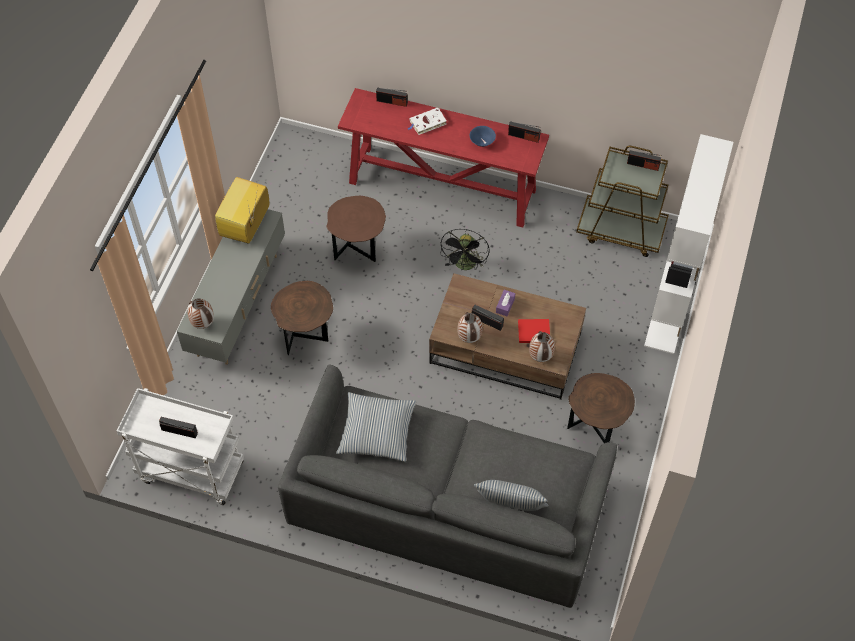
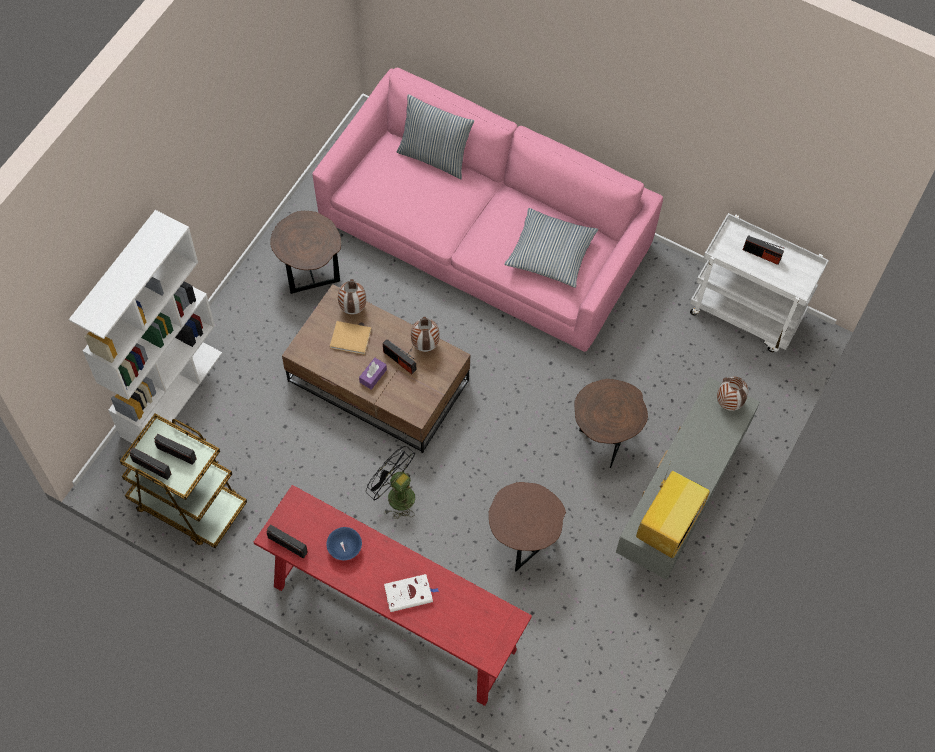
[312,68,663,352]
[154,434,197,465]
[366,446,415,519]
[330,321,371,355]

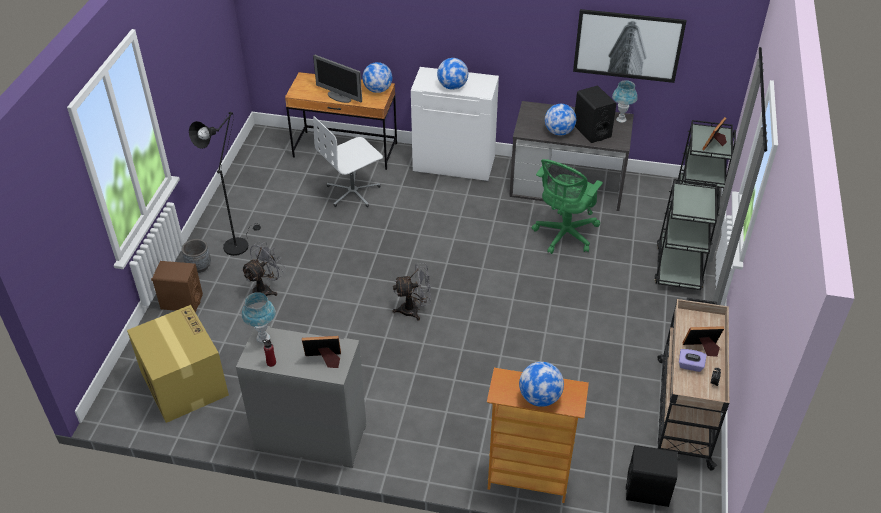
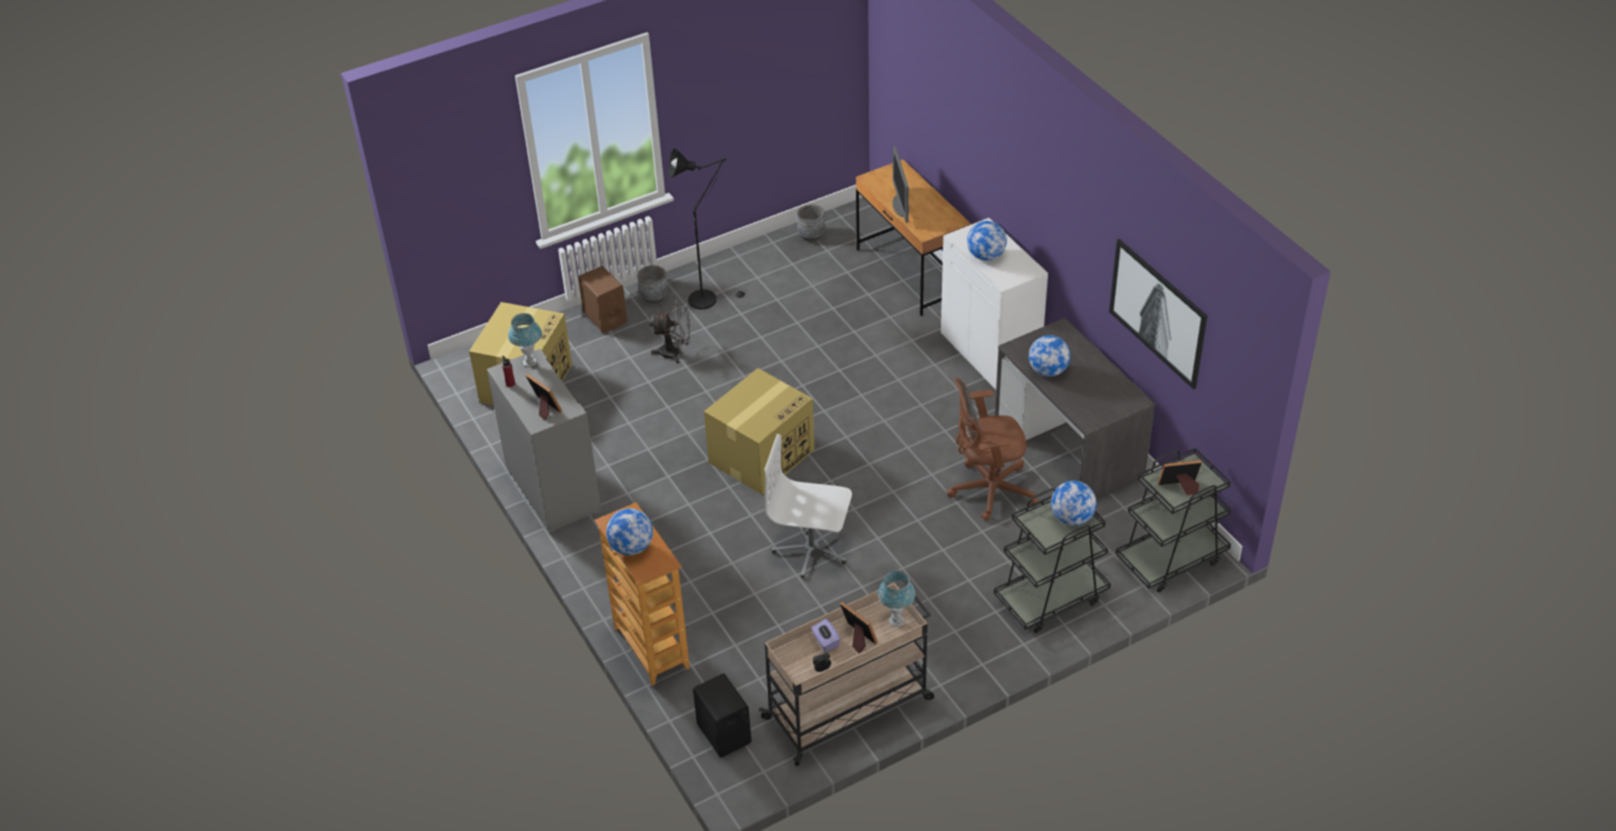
[765,434,852,578]
[1051,481,1096,526]
[704,368,814,495]
[947,378,1039,521]
[575,86,616,143] (first image)
[878,571,915,627]
[797,204,825,242]

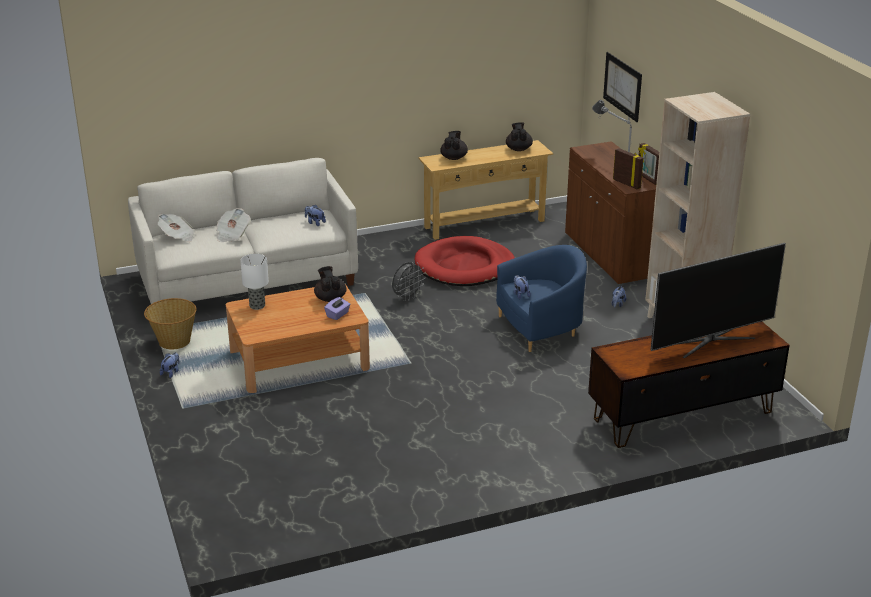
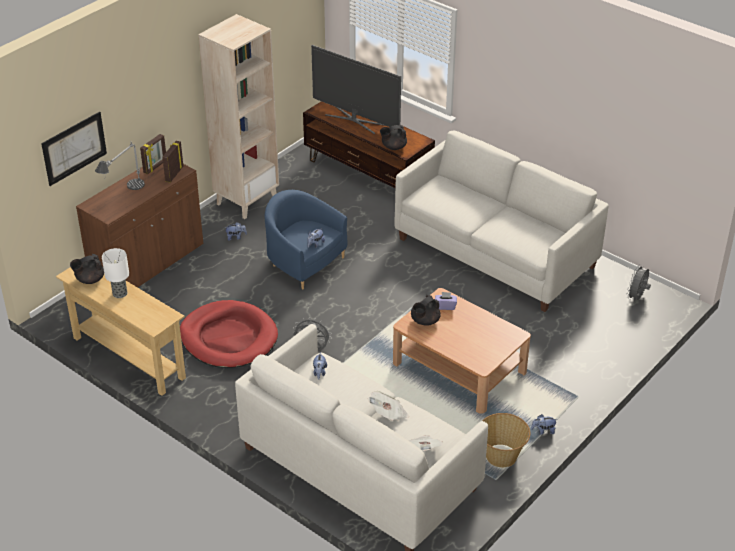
[102,248,129,298]
[380,124,407,150]
[395,131,609,312]
[627,264,651,300]

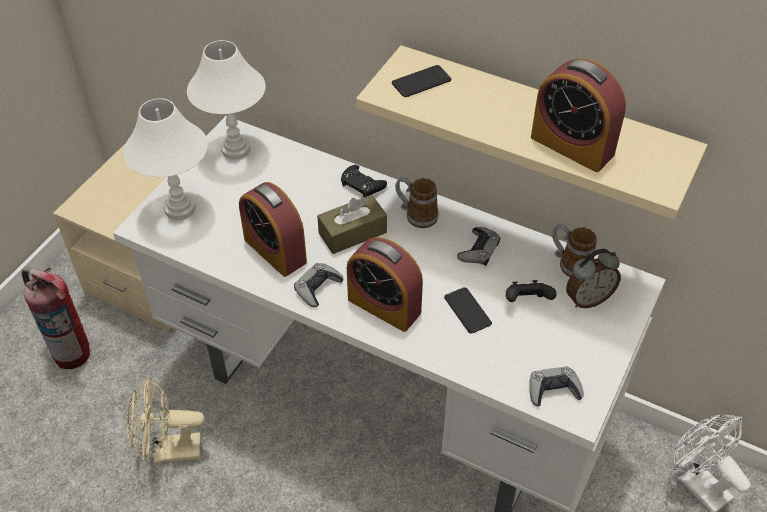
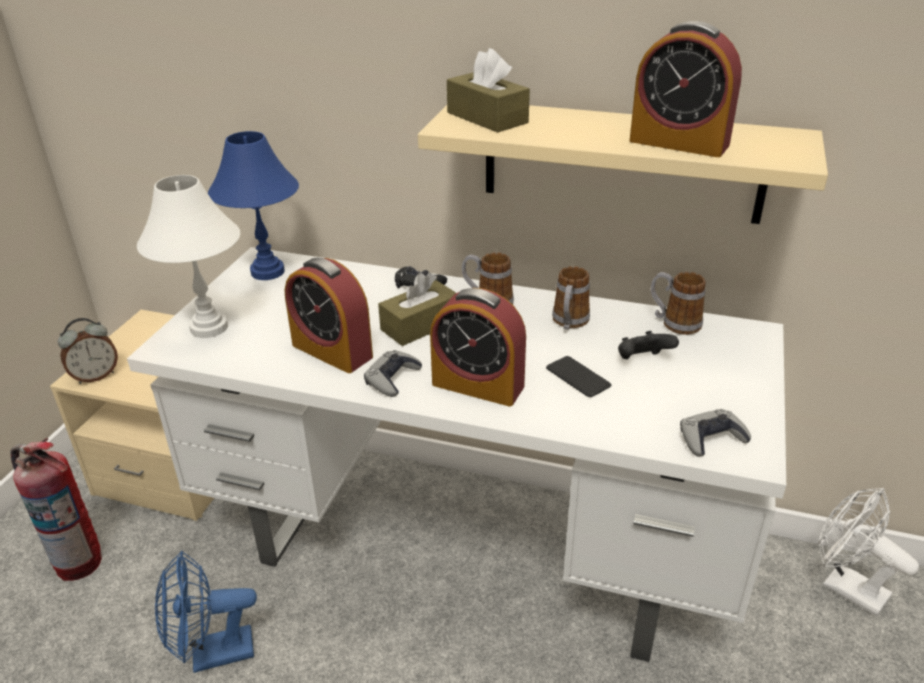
[155,551,257,673]
[208,131,299,280]
[447,48,530,133]
[552,266,590,330]
[58,318,118,384]

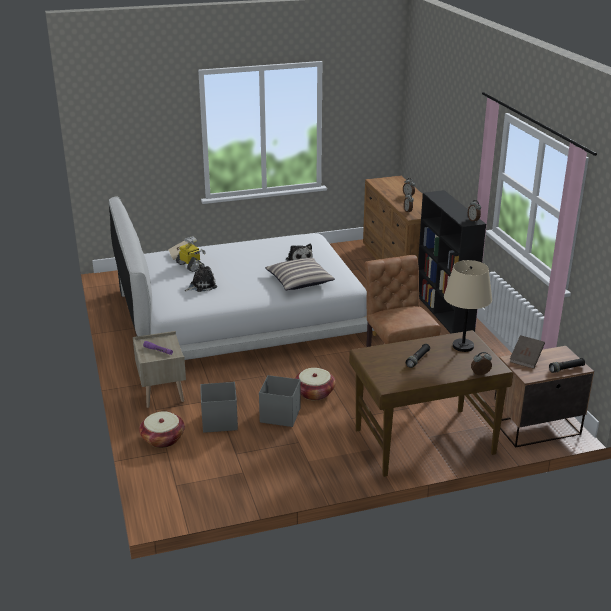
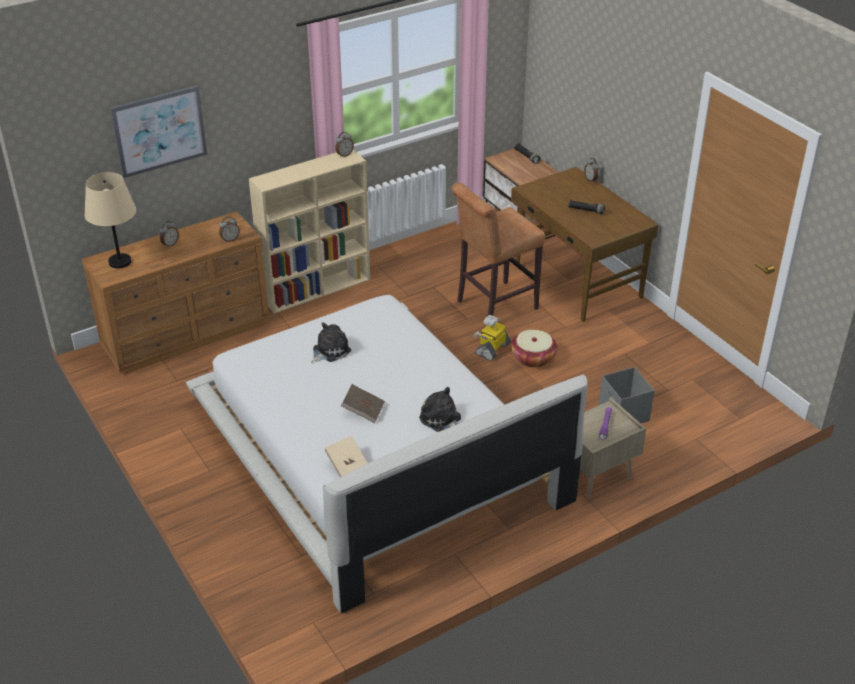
[139,411,185,448] (first image)
[473,315,511,361]
[259,375,300,427] (first image)
[265,258,335,290] (first image)
[249,150,370,314]
[85,172,136,268]
[341,384,385,423]
[110,86,207,178]

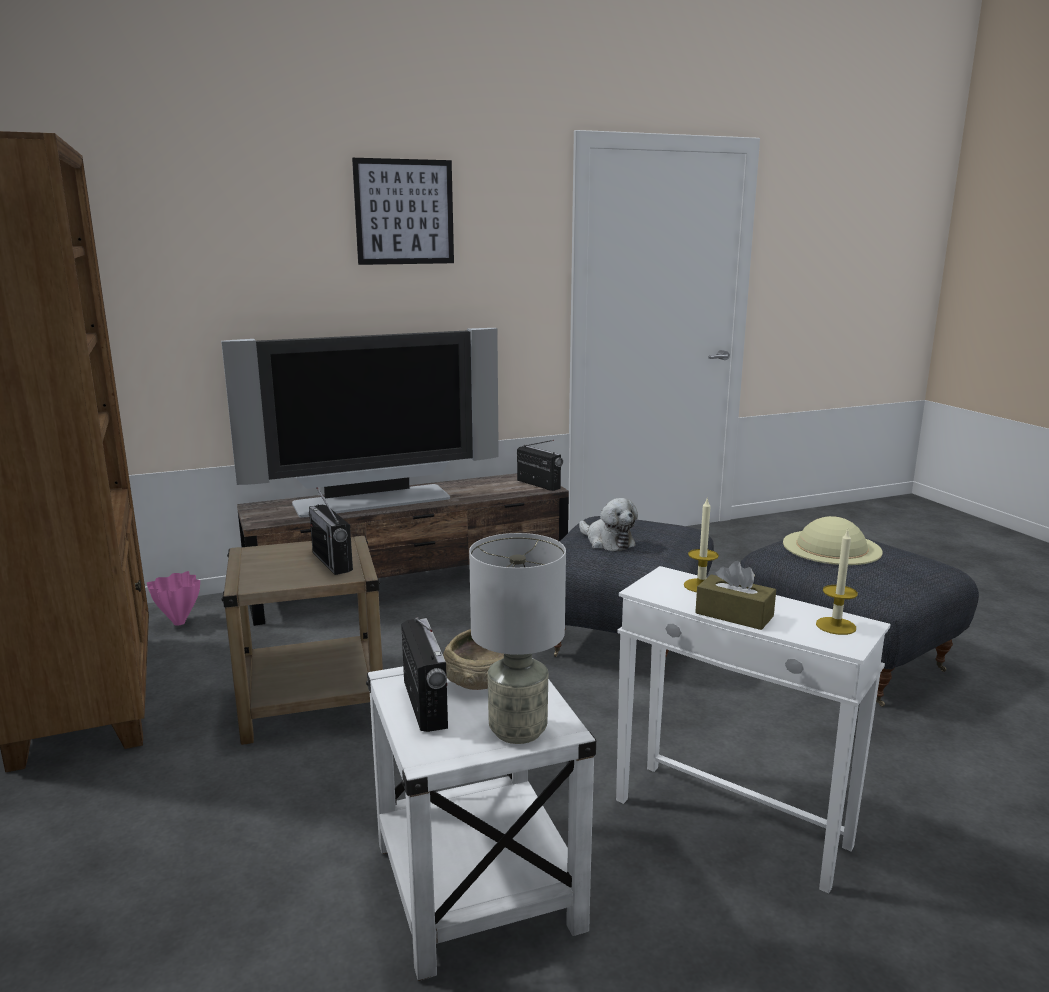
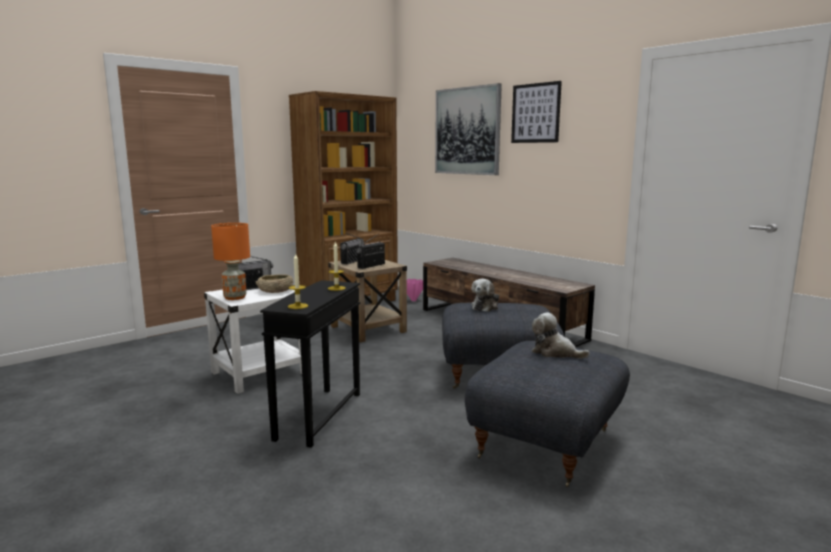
[221,328,499,518] (first image)
[211,223,250,300]
[340,233,364,264]
[260,280,360,448]
[695,561,776,630] (first image)
[532,312,590,359]
[435,83,502,175]

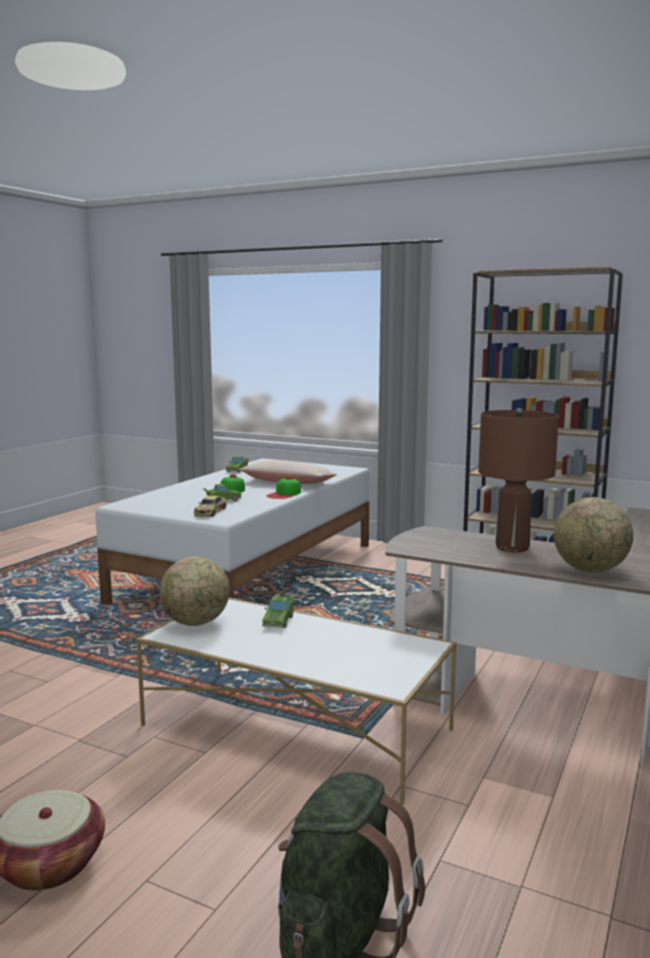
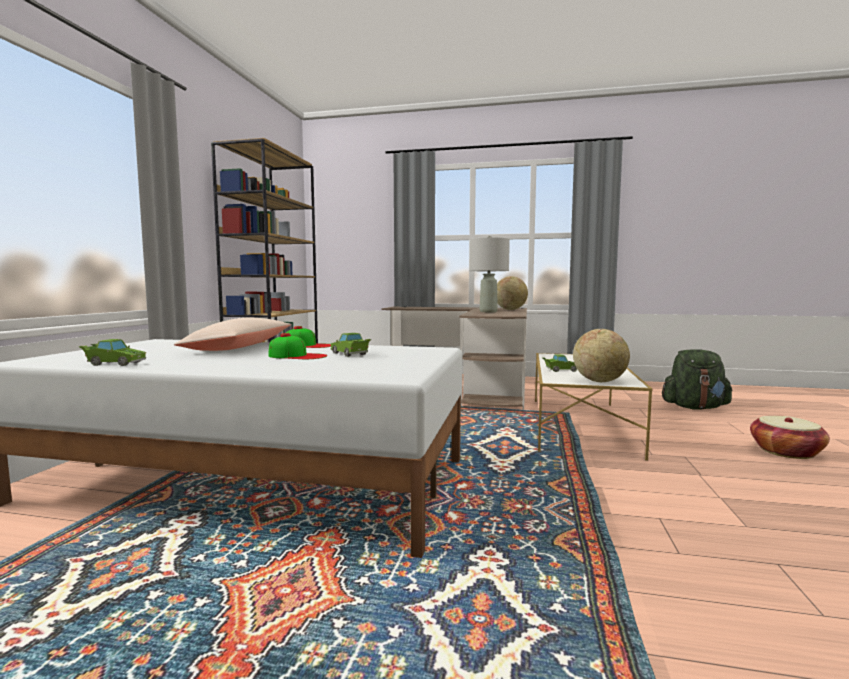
[194,495,227,517] (first image)
[469,236,510,312]

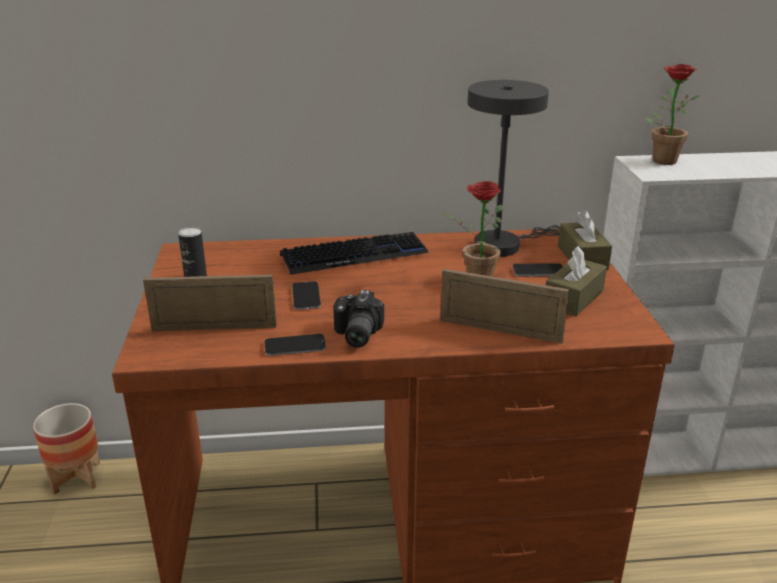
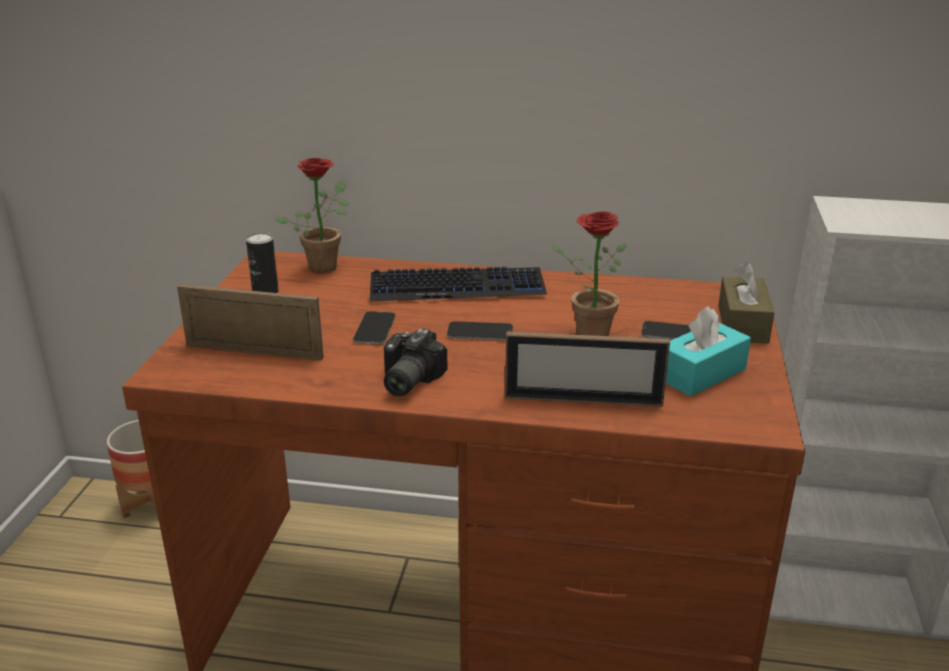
[447,321,513,341]
[505,332,670,407]
[468,80,560,257] (first image)
[666,306,751,397]
[274,158,349,273]

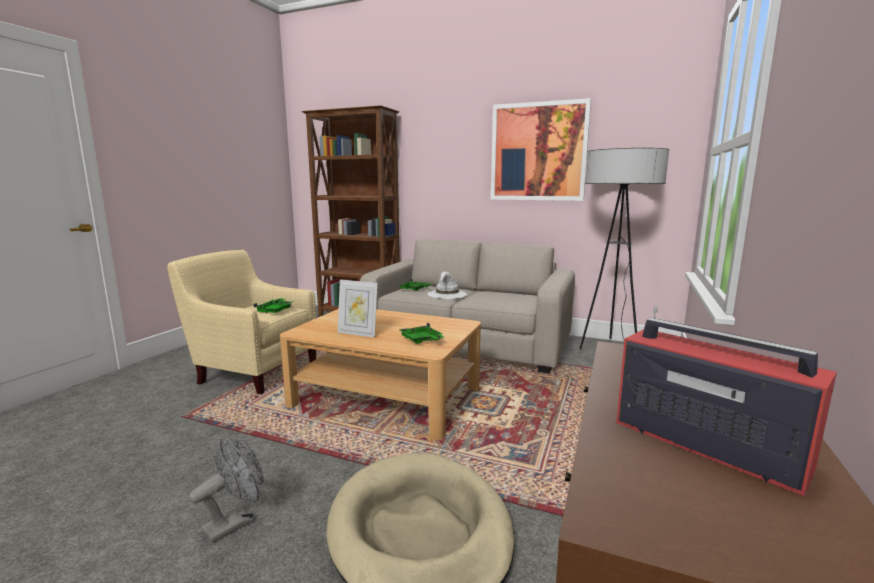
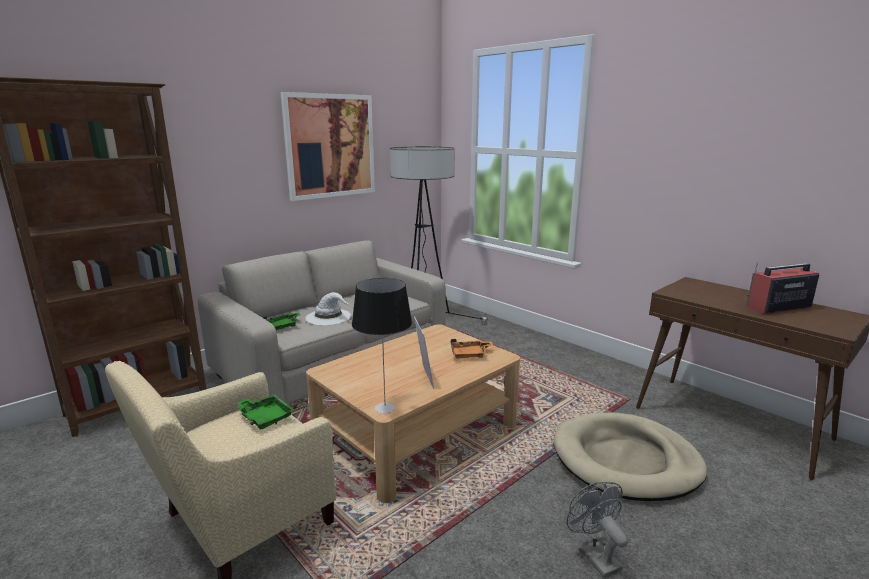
[414,316,434,389]
[451,339,493,358]
[352,278,412,413]

